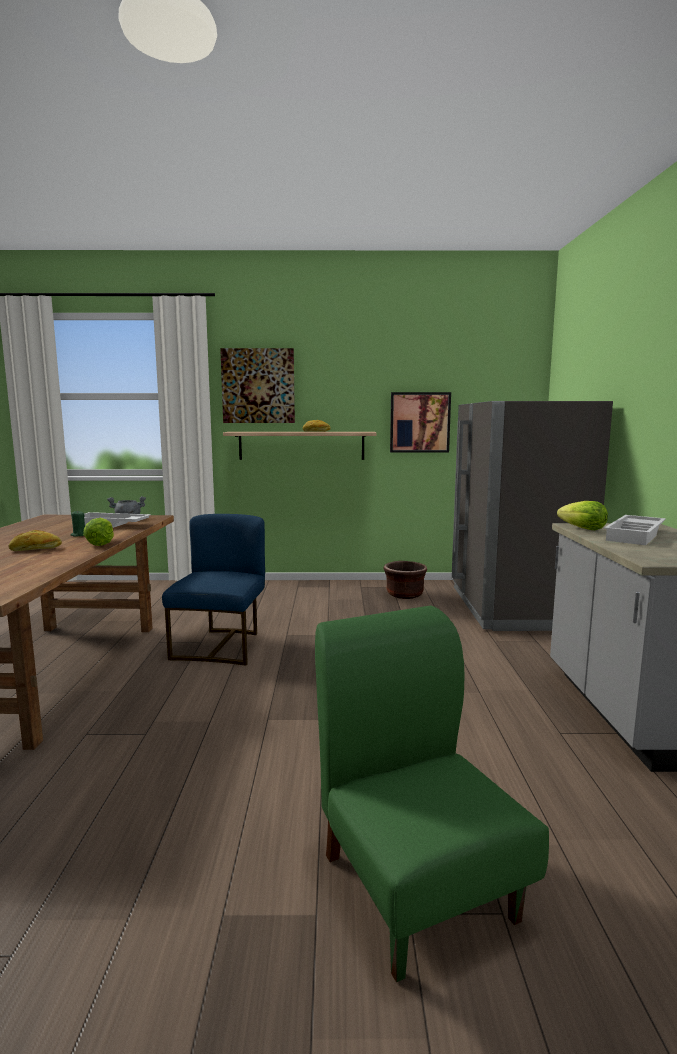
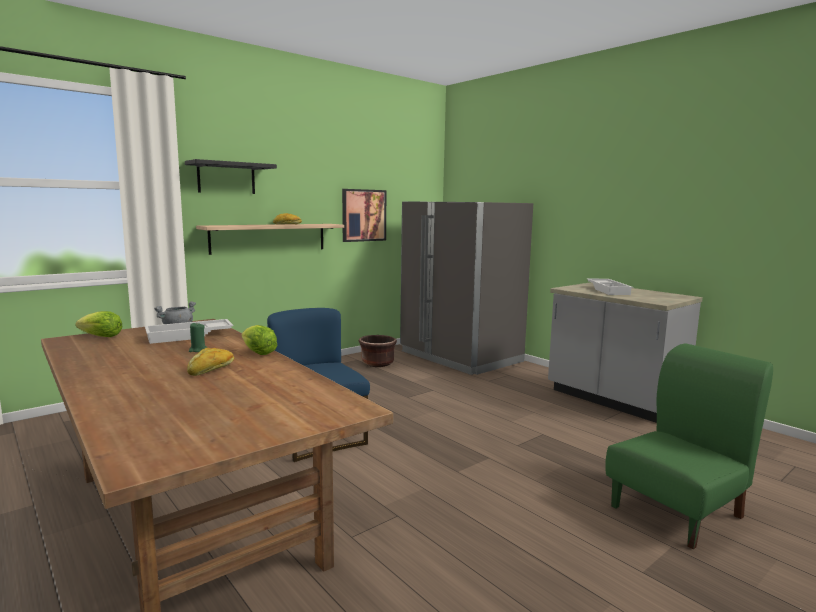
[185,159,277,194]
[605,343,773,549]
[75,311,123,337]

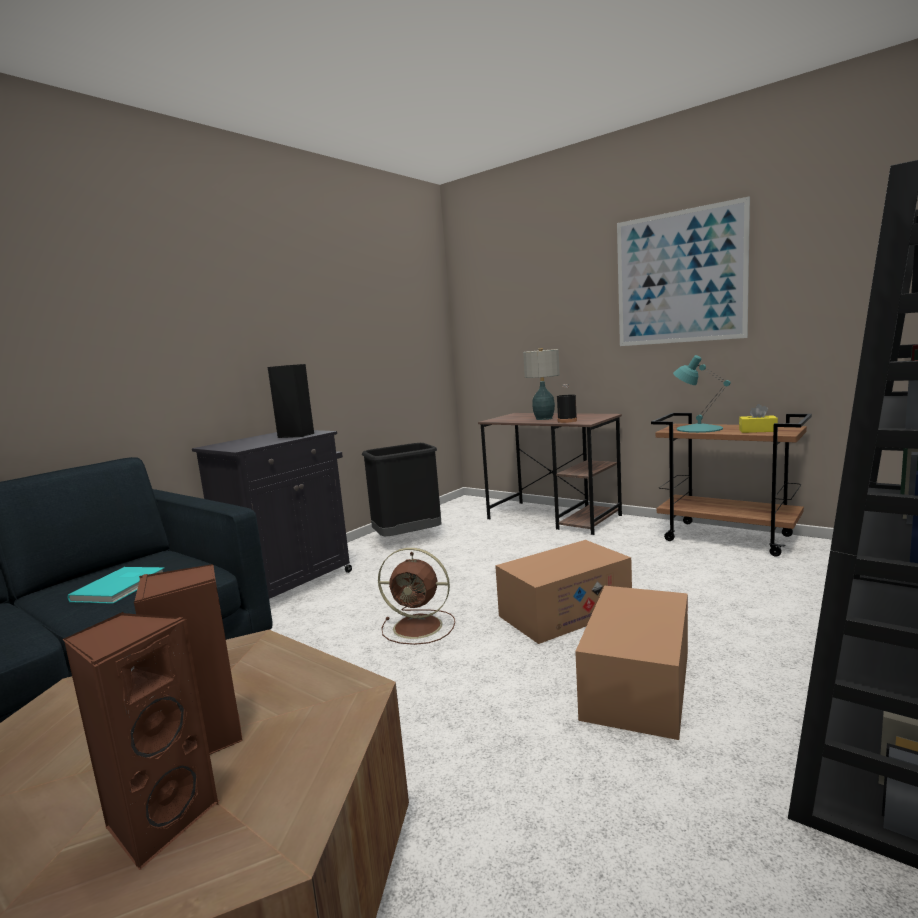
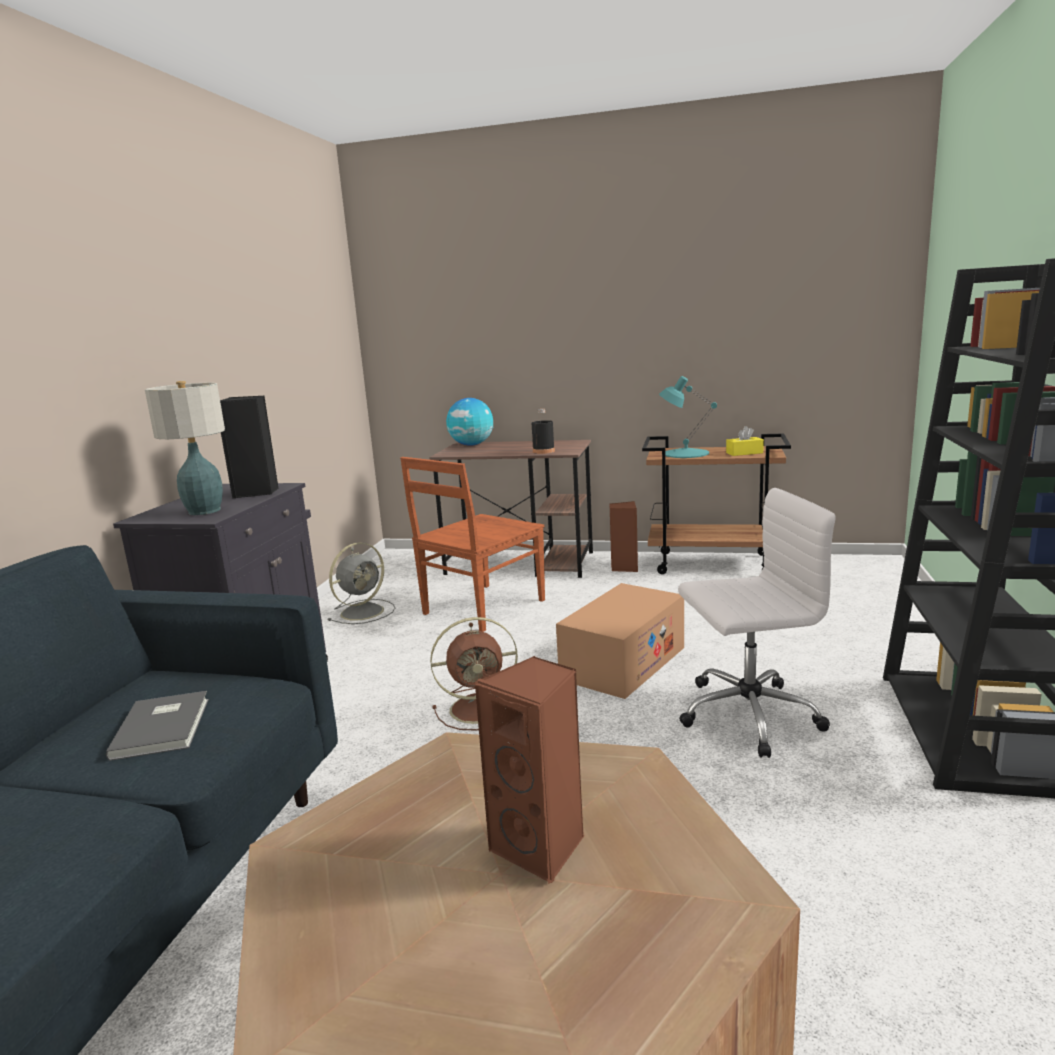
[609,501,638,572]
[106,691,209,761]
[327,542,395,624]
[145,381,225,515]
[678,488,836,758]
[617,196,750,346] (first image)
[400,457,545,632]
[446,398,493,446]

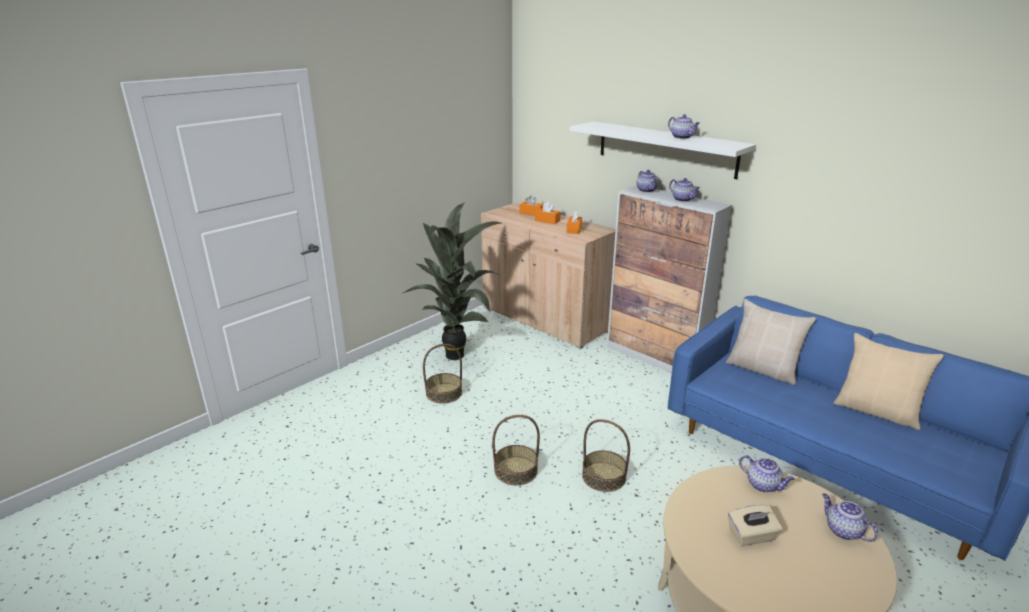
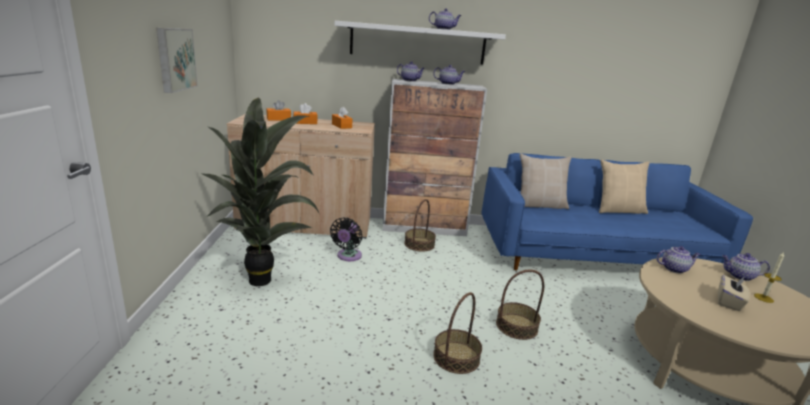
[404,199,436,252]
[156,28,198,93]
[330,218,362,261]
[754,252,784,303]

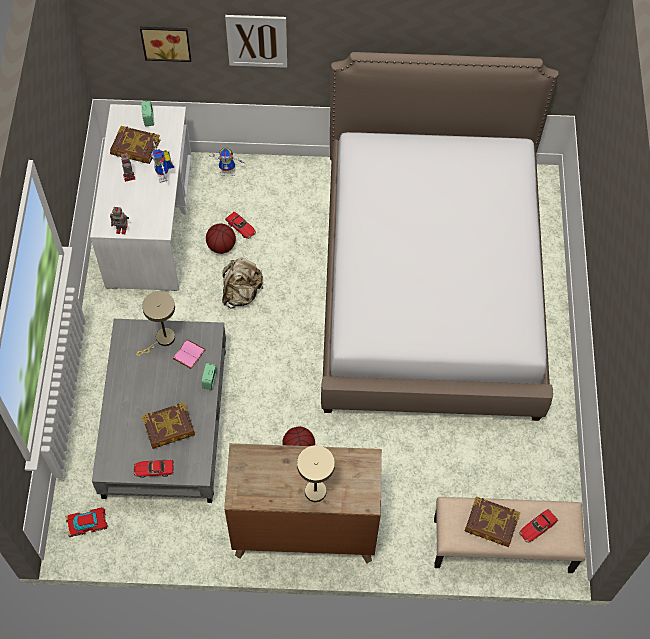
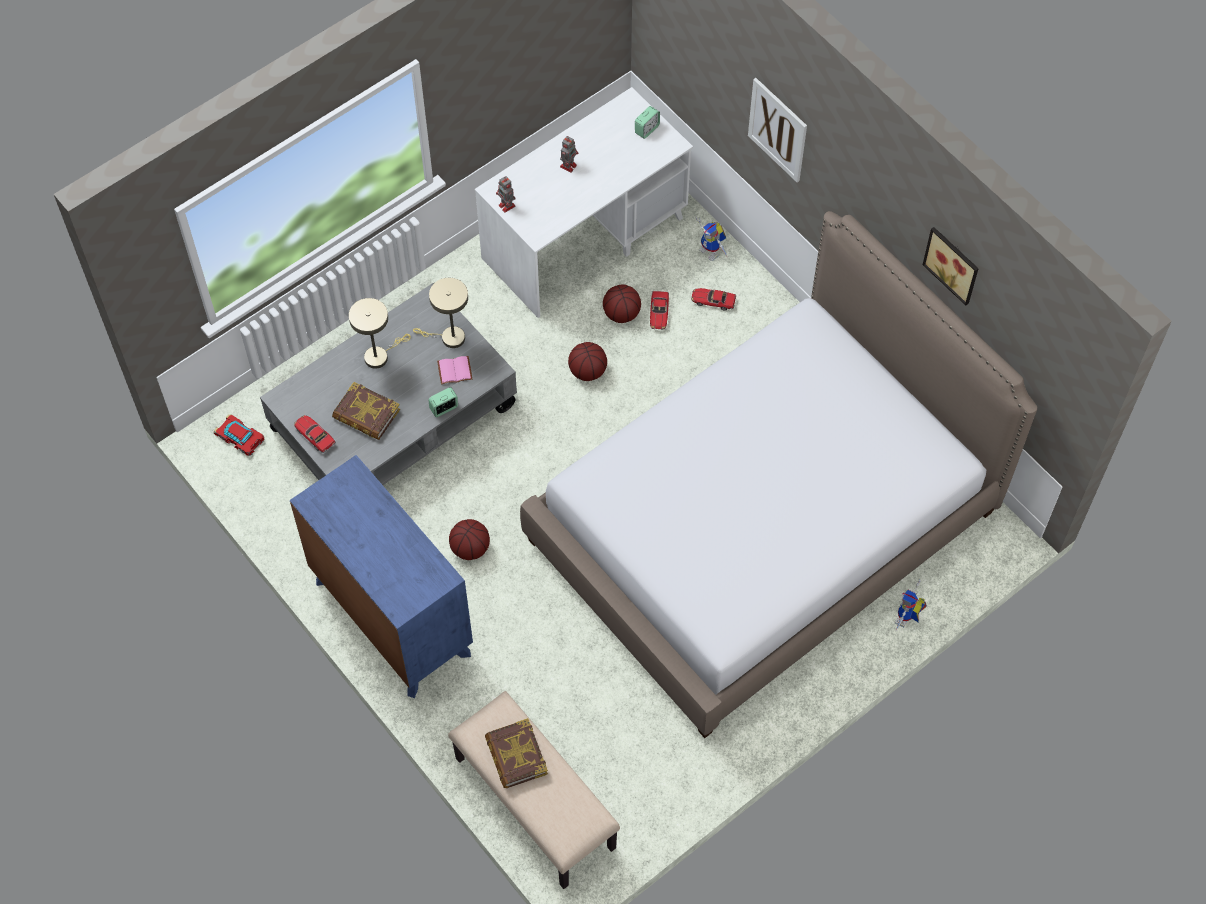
[110,126,160,164] (first image)
[923,227,979,305]
[895,580,927,630]
[568,342,607,381]
[290,455,473,698]
[349,298,411,369]
[691,288,736,310]

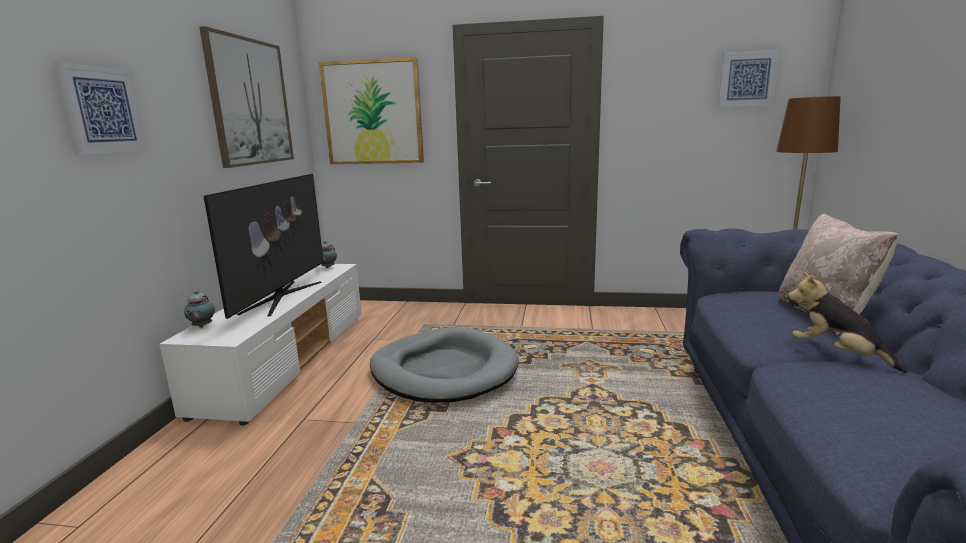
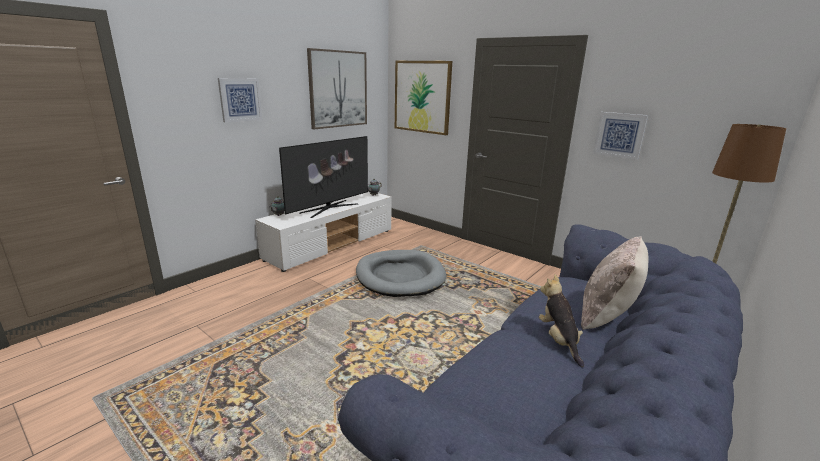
[593,112,648,160]

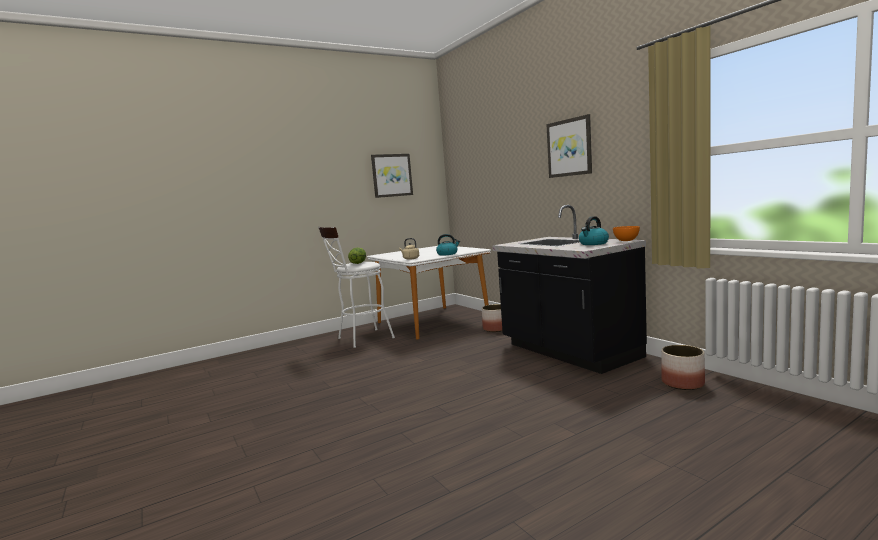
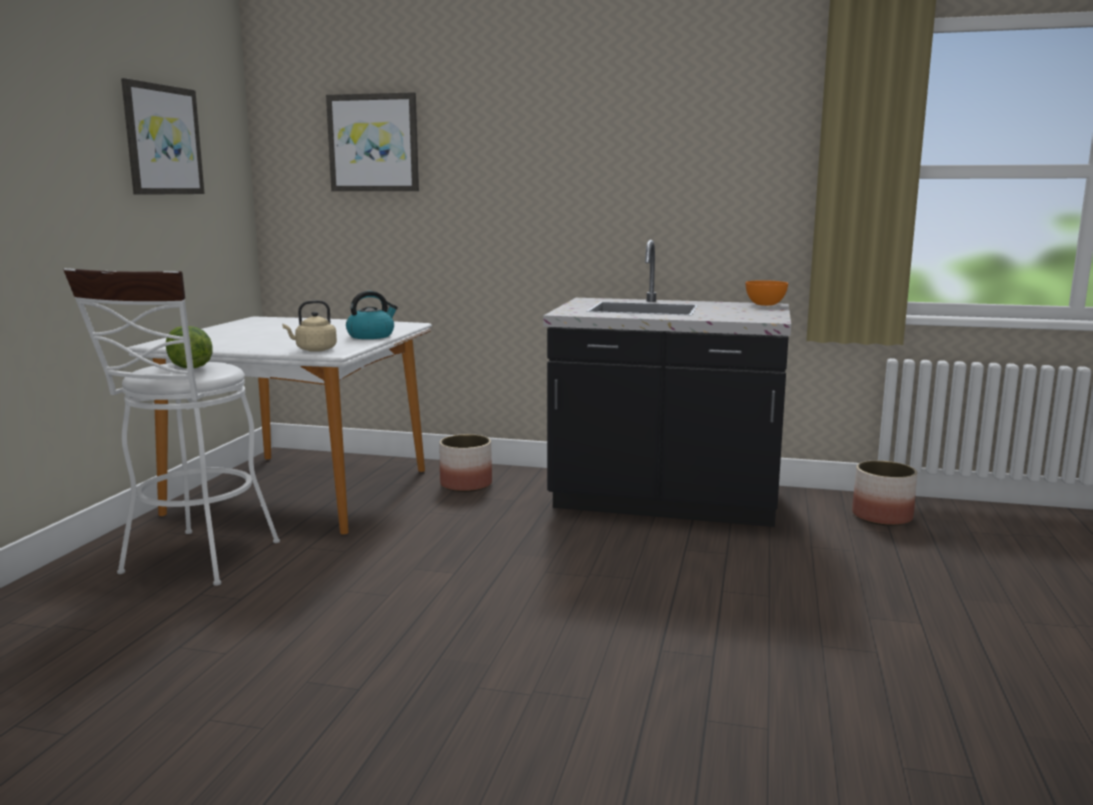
[326,92,419,191]
[579,216,609,245] (first image)

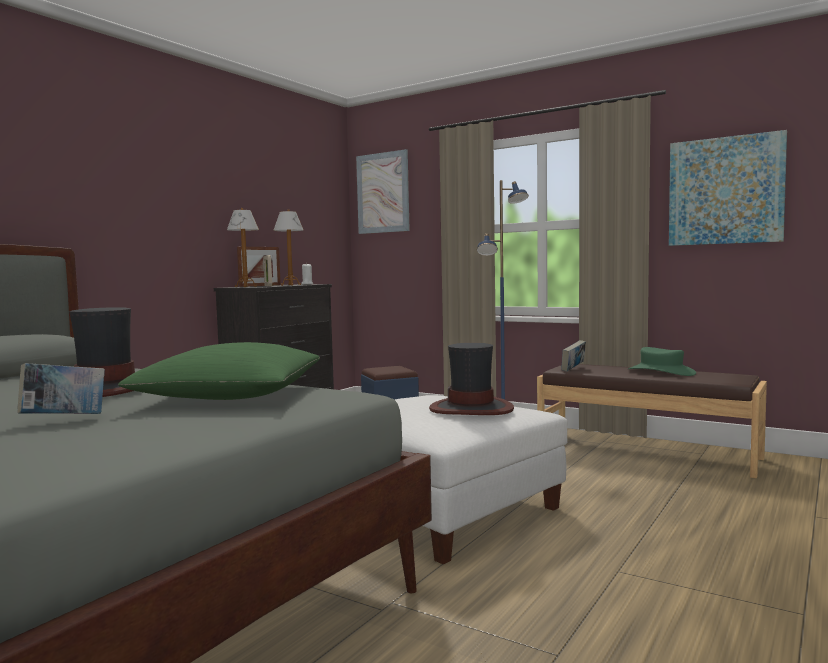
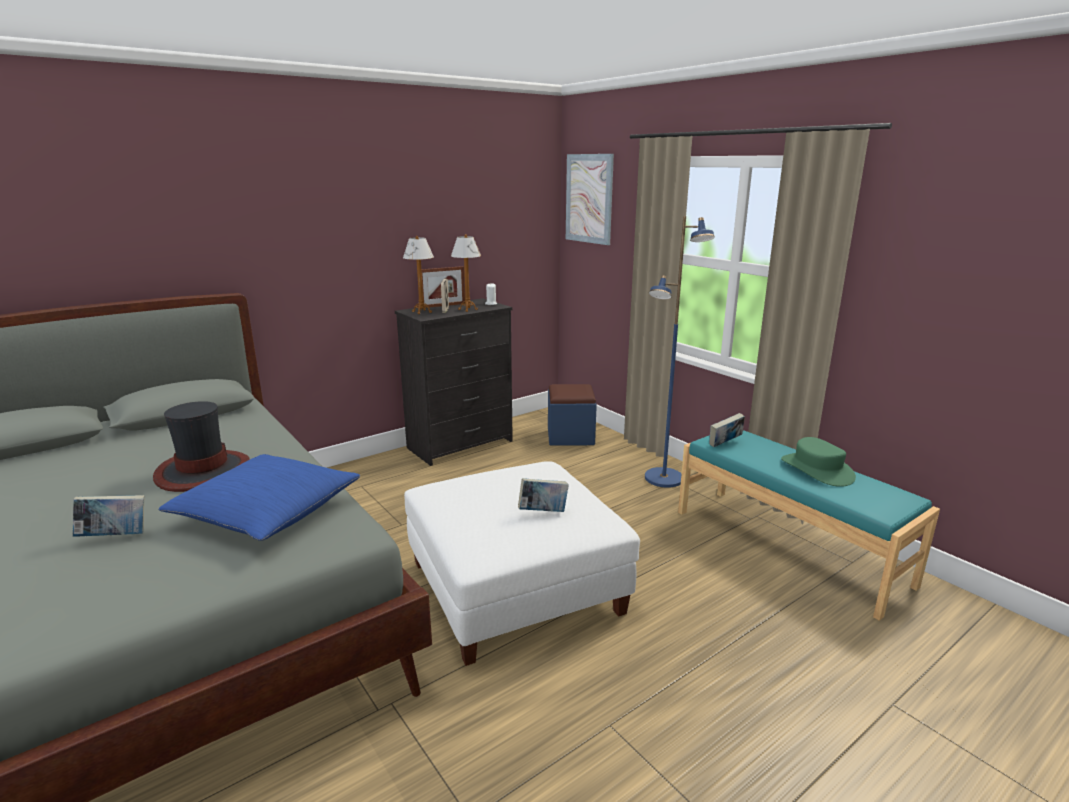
[158,454,360,541]
[518,478,569,512]
[678,430,940,621]
[669,130,787,246] (first image)

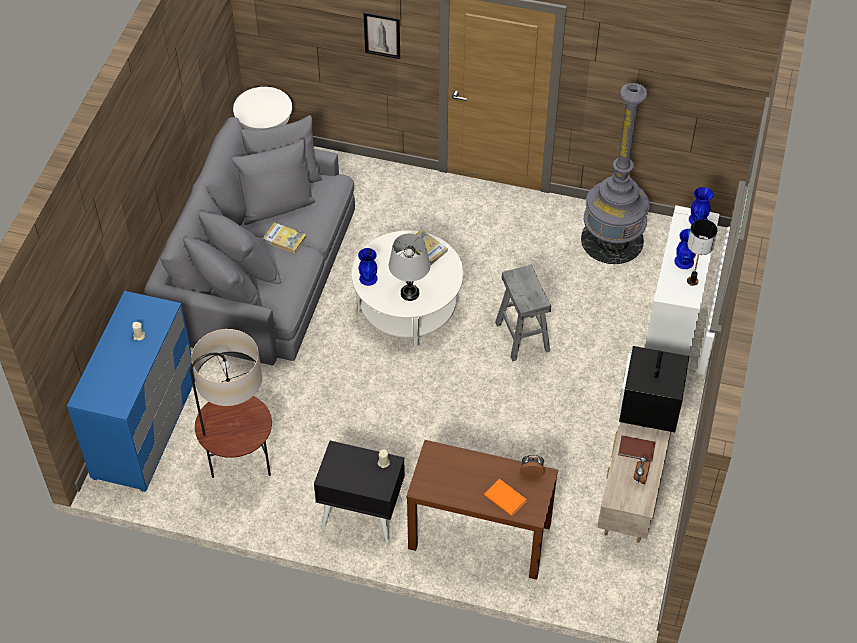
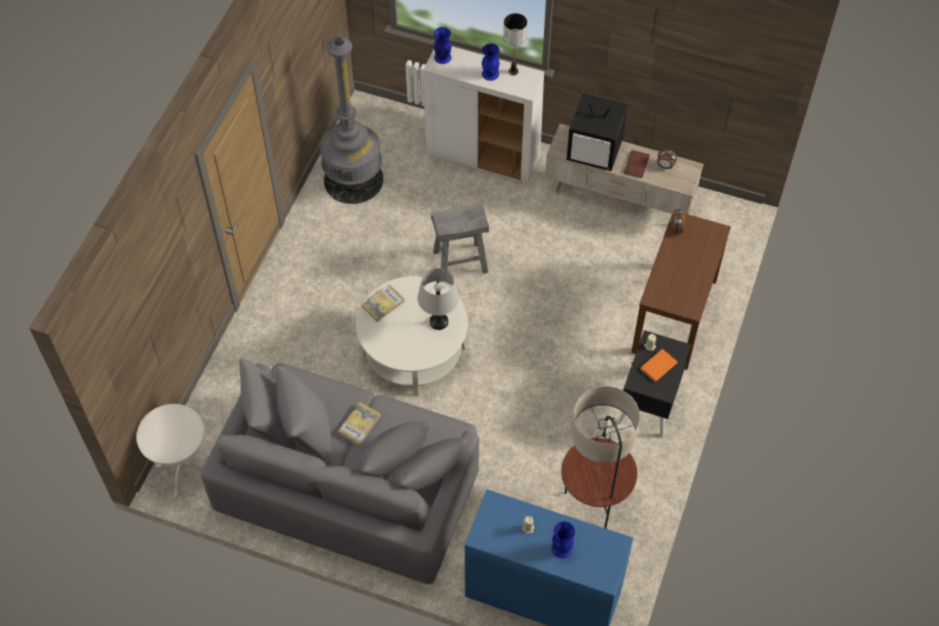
[551,521,575,559]
[363,12,400,59] (first image)
[640,349,678,382]

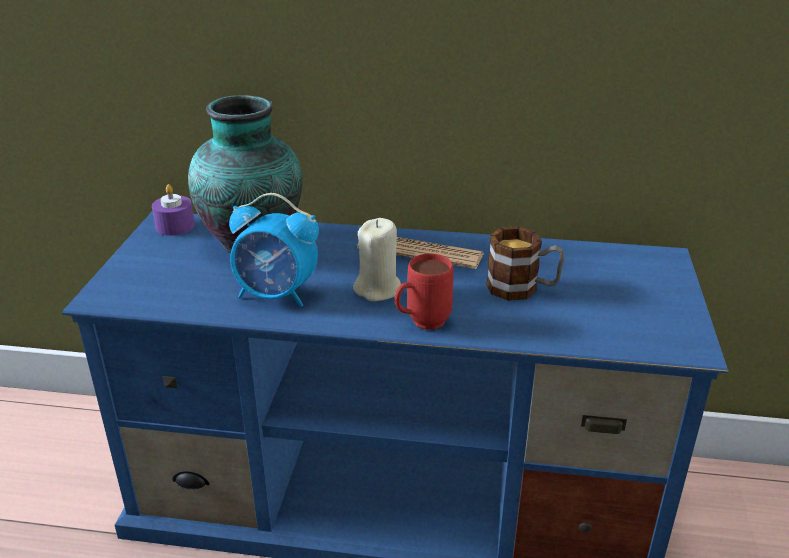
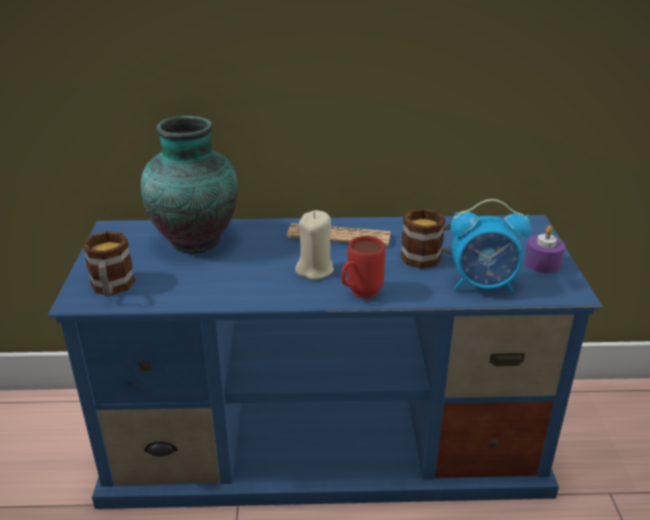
[524,226,565,273]
[451,199,531,293]
[82,231,135,297]

